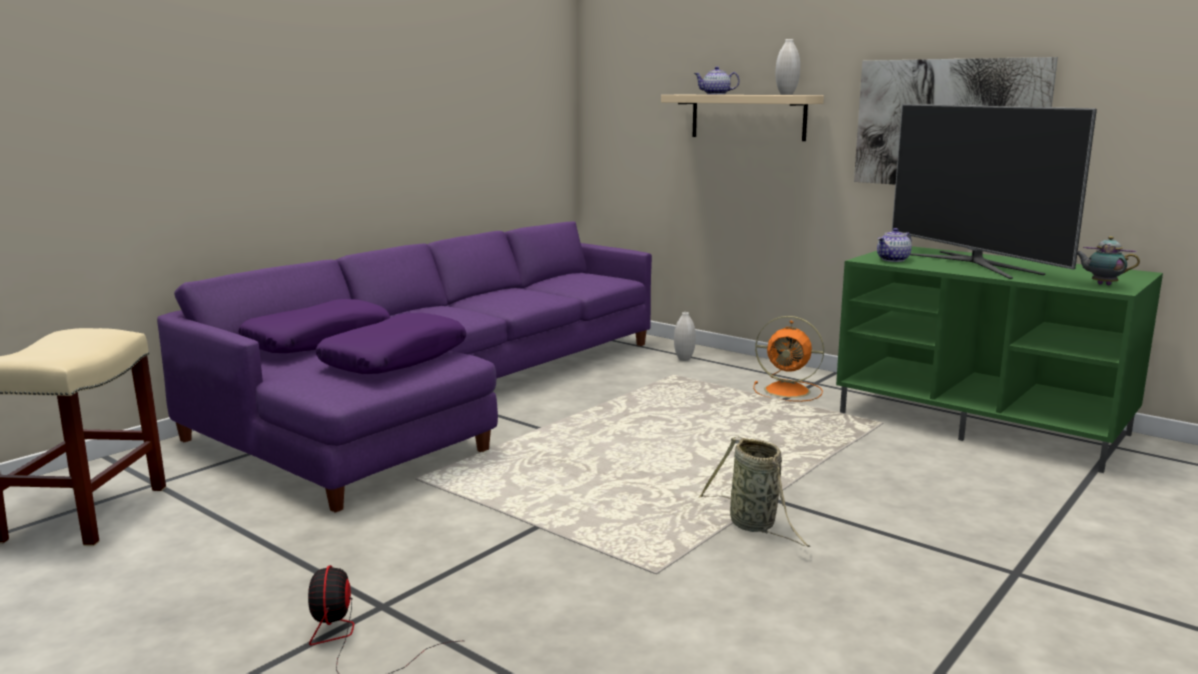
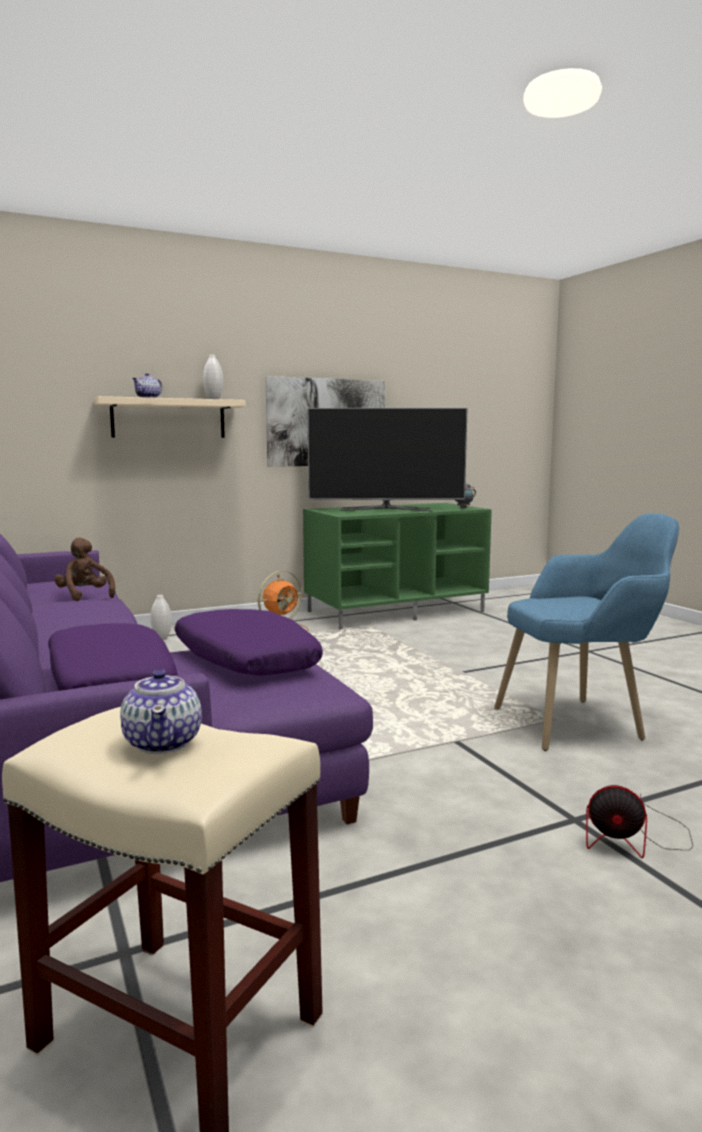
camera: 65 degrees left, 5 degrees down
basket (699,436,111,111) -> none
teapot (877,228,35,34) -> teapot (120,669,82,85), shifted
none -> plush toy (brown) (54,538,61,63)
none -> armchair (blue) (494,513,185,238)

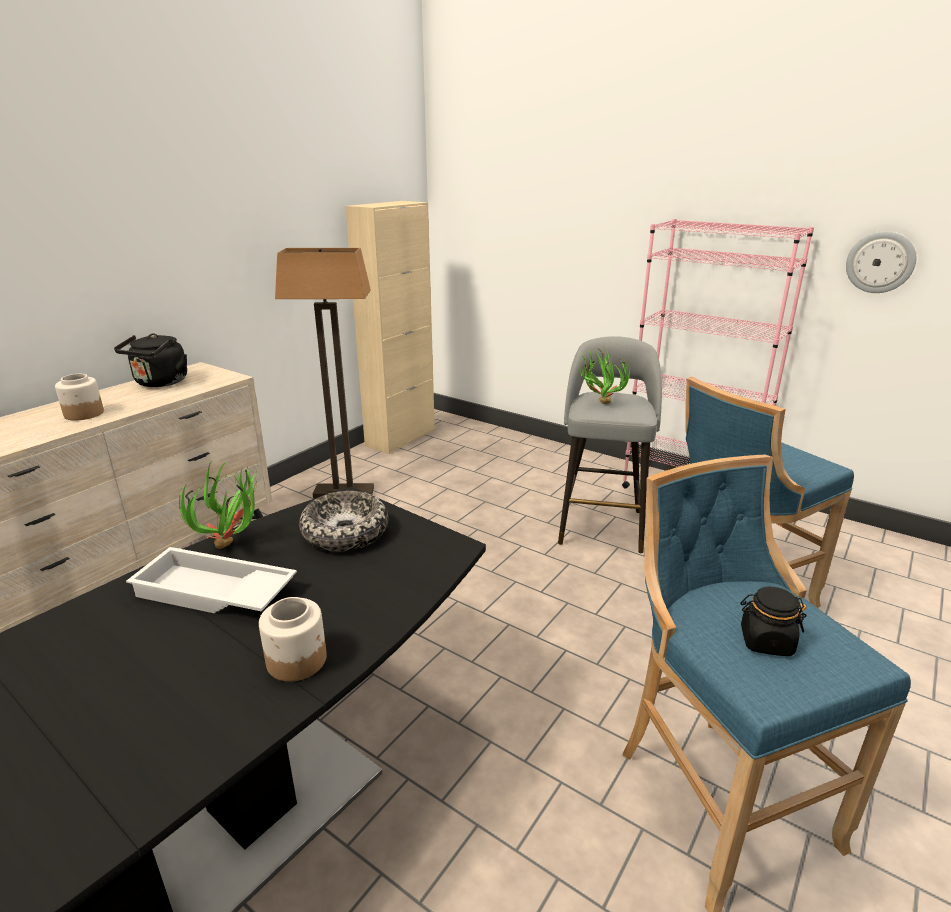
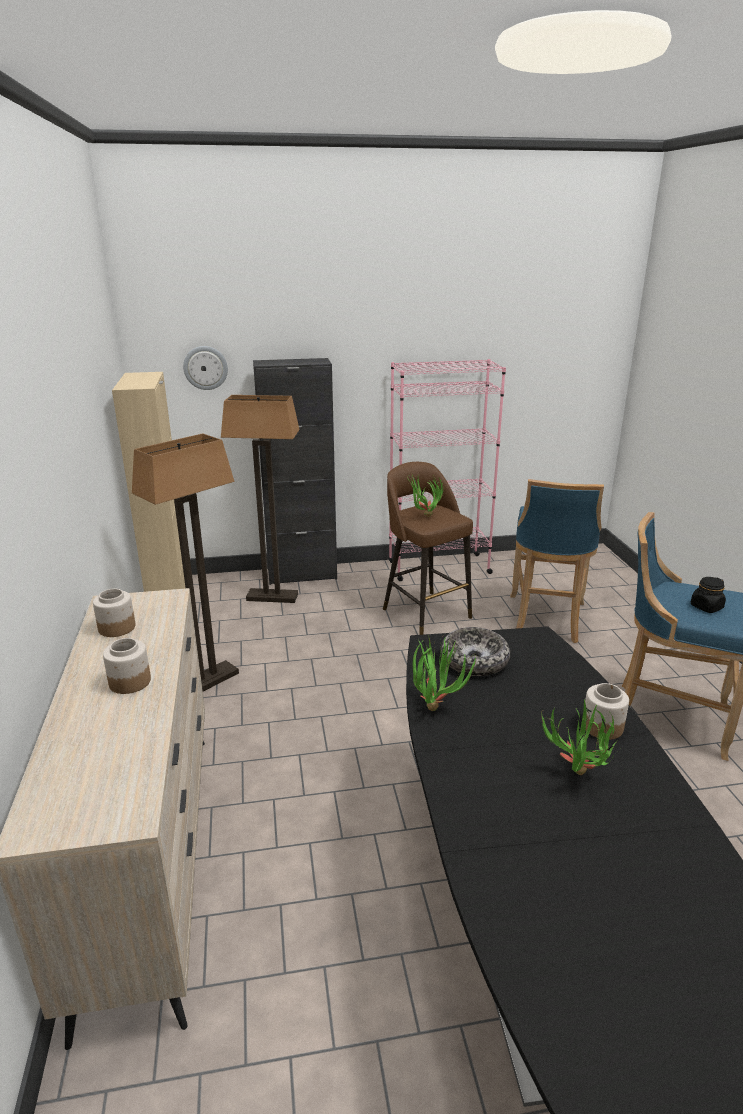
camera: 45 degrees left, 0 degrees up
kettle (black) (114,333,73,54) -> jar (93,589,42,48)
tray (white) (126,547,171,66) -> none
stool (grey) (558,336,104,217) -> stool (brown) (383,462,90,173)
wall clock (846,231,70,62) -> wall clock (183,346,45,44), shifted
none -> floor lamp (221,395,79,208)
none -> cabinet (black) (253,358,84,227)
none -> potted plant (541,699,80,76)

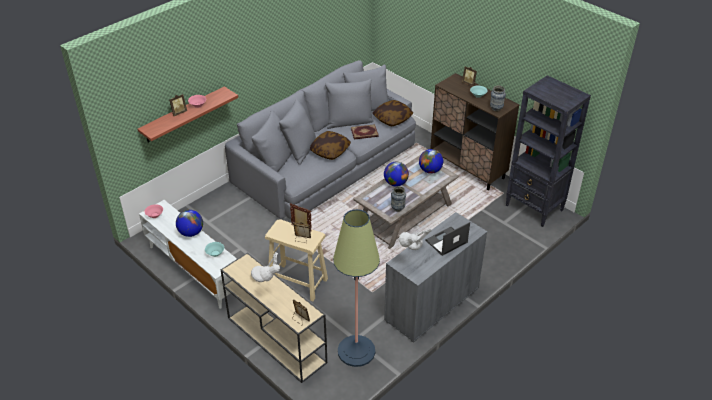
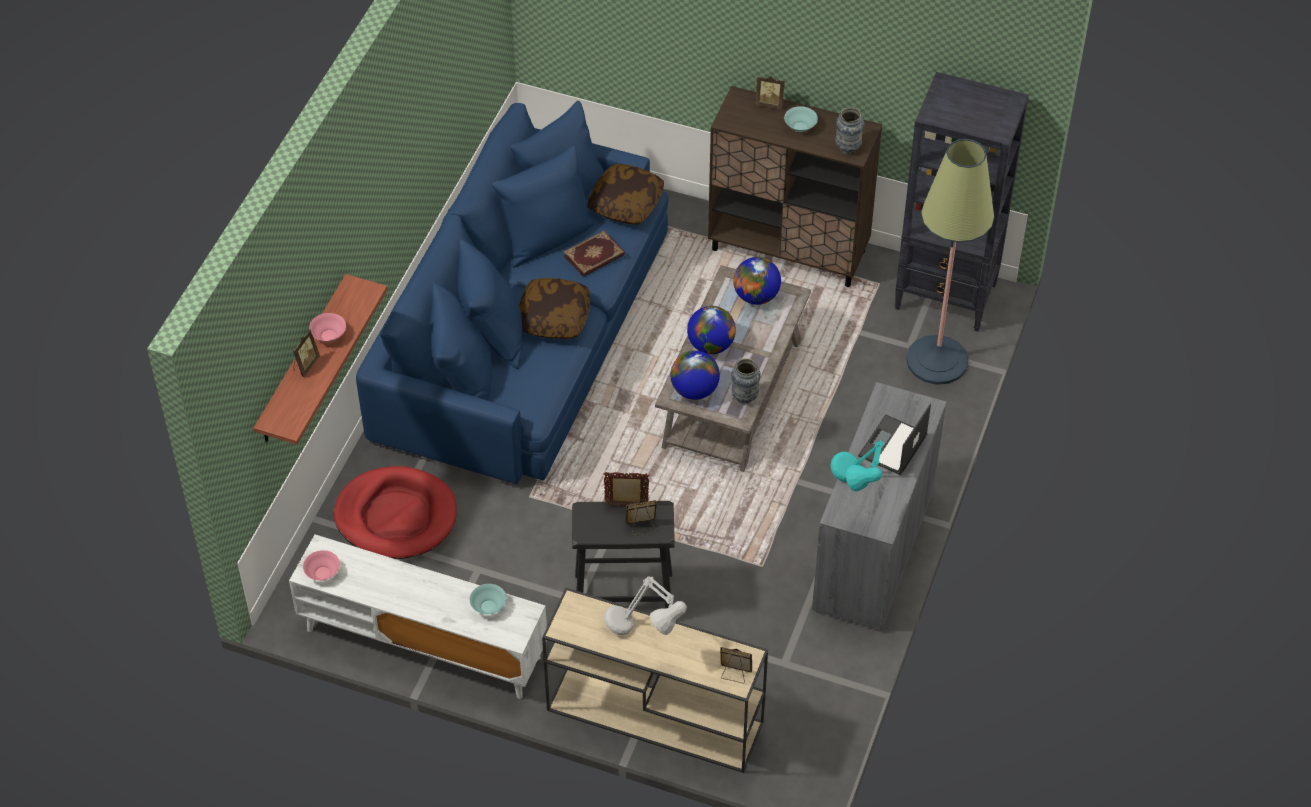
camera: 25 degrees left, 10 degrees up
globe (176,210,27,27) -> globe (670,350,50,50), shifted
sofa (grey) (225,60,191,160) -> sofa (blue) (356,101,313,383)
stool (beige) (265,219,63,82) -> stool (black) (572,501,103,108)
floor lamp (333,209,47,158) -> floor lamp (906,139,88,246), shifted
table lamp (grey) (399,228,33,22) -> table lamp (turquoise) (830,440,54,51)
none -> dog bed (red) (334,466,123,93)

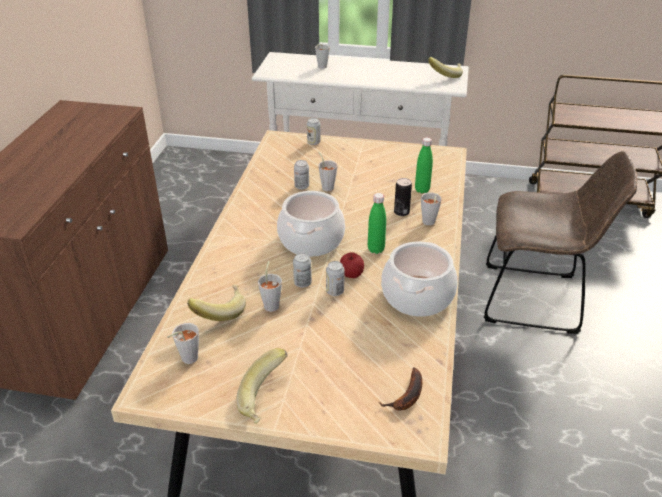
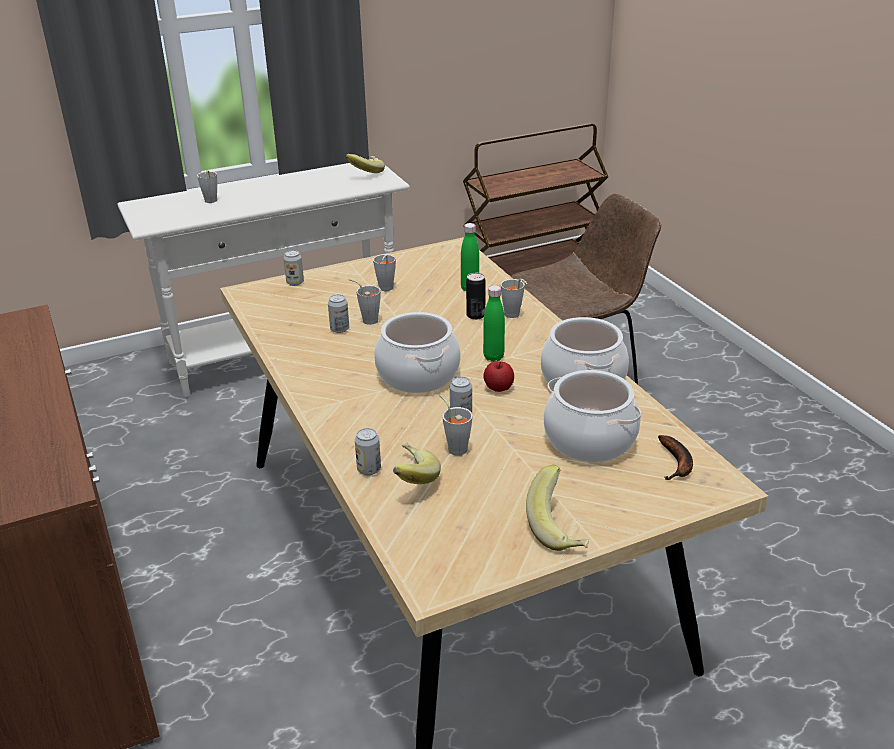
camera: 35 degrees left, 5 degrees down
cup (grey) (167,323,32,41) -> cup (grey) (373,254,23,37), shifted
can (326,261,19,35) -> can (355,428,26,47), shifted
none -> cooking pot (544,370,97,92)

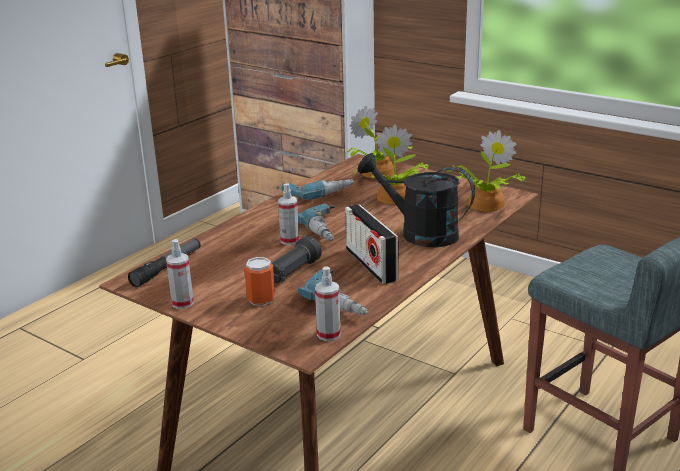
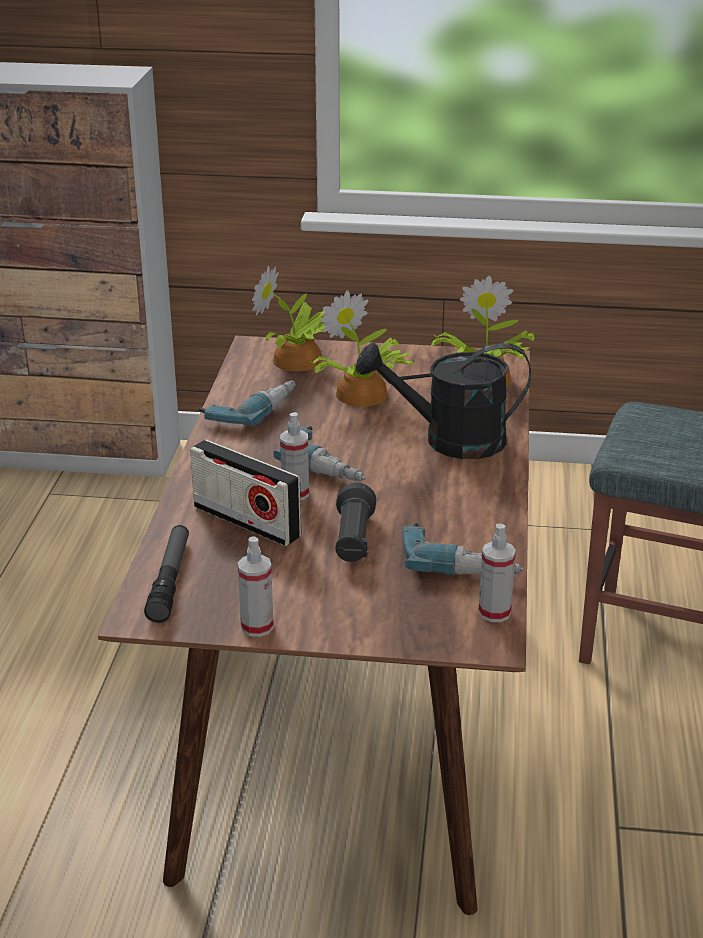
camera: 30 degrees left, 5 degrees up
can (244,257,31,49) -> none
radio (345,204,53,80) -> radio (190,439,111,107), shifted

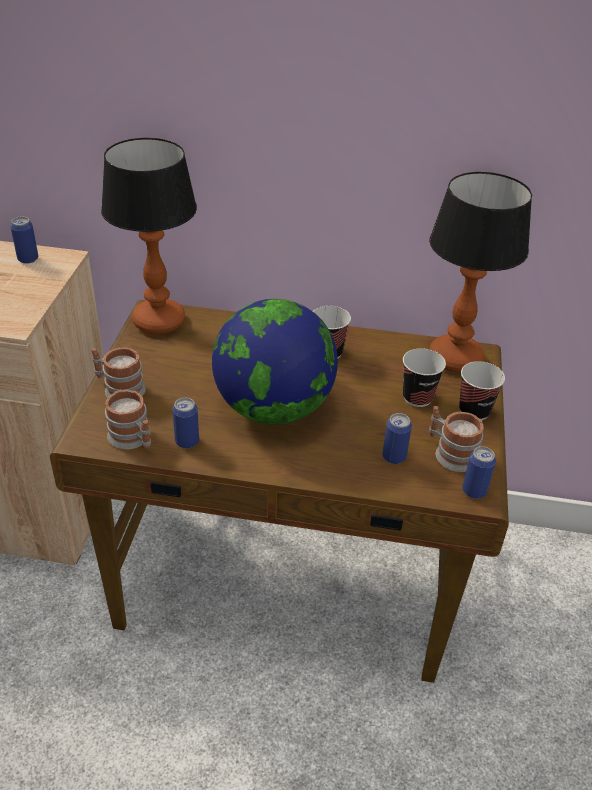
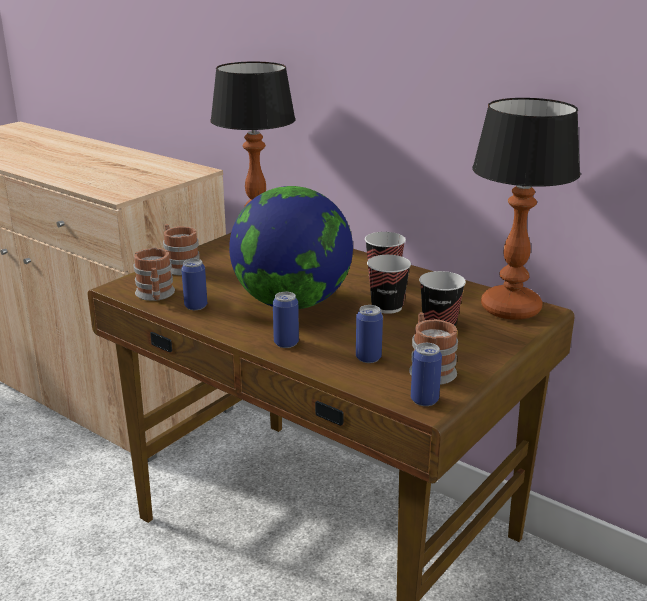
camera: 30 degrees right, 15 degrees down
can (10,217,28,47) -> can (273,292,26,56), shifted
cup (459,361,46,60) -> cup (367,255,44,59), shifted

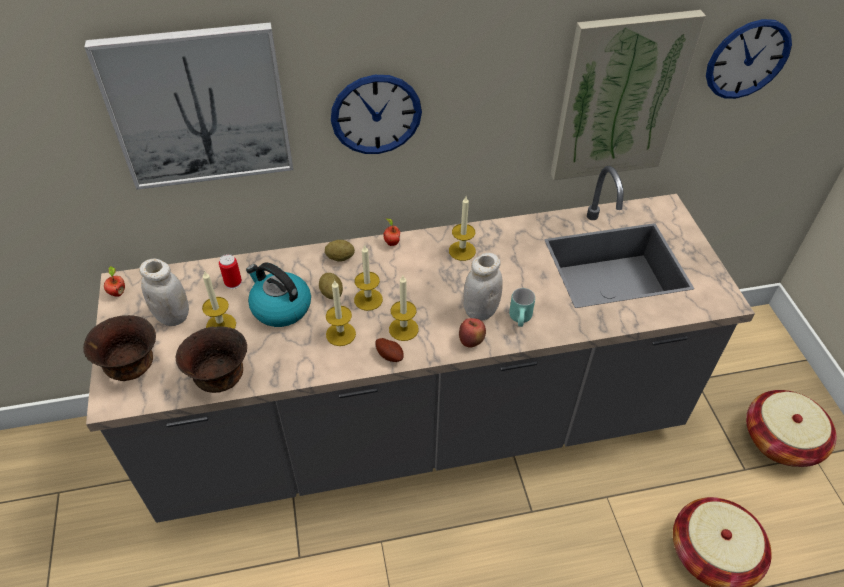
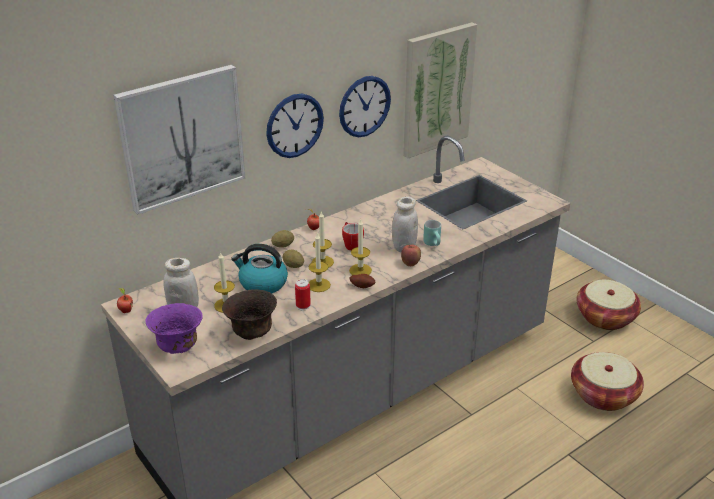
camera: 25 degrees left, 15 degrees down
bowl (brown) (83,315,73,66) -> bowl (purple) (146,303,56,51)
can (219,254,23,35) -> can (295,279,16,31), shifted
candle (449,197,27,64) -> none
wall clock (706,19,86,80) -> wall clock (339,76,52,62), shifted
none -> mug (342,222,22,29)

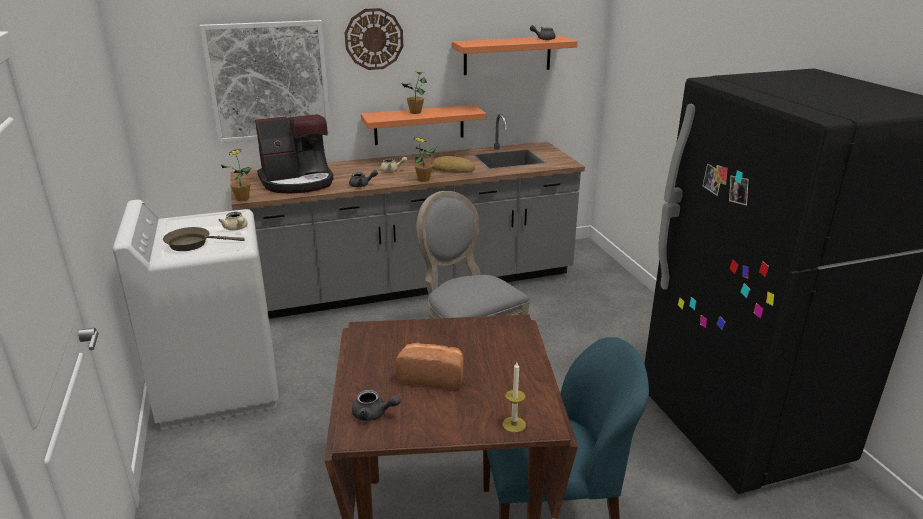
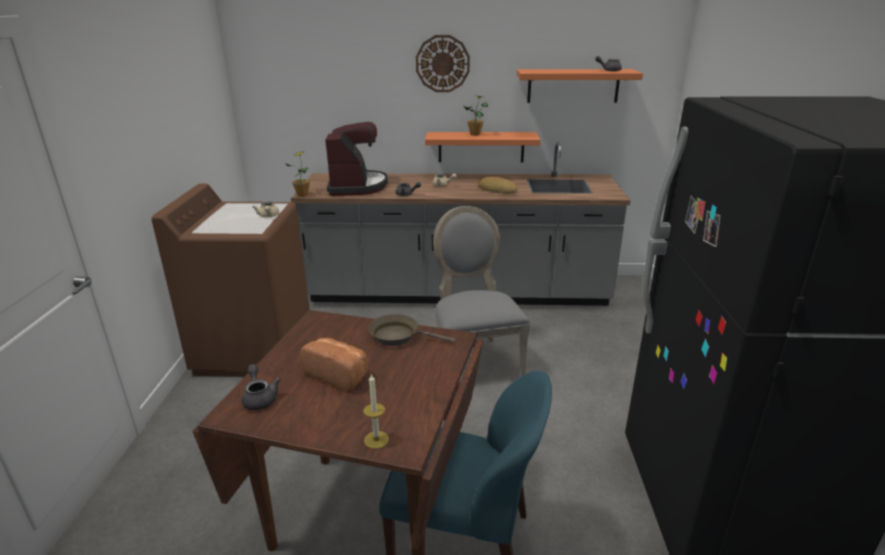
camera: 20 degrees right, 0 degrees up
washing machine (white) (113,200,166,230) -> washing machine (brown) (151,183,159,194)
frying pan (brown) (163,227,81,24) -> frying pan (brown) (368,314,88,32), shifted
picture (200,20,131,123) -> none
coffee machine (255,114,79,79) -> coffee machine (325,122,63,74), 90 degrees counterclockwise
teapot (grey) (352,390,49,31) -> teapot (grey) (242,364,39,46), 150 degrees counterclockwise
potted plant (414,137,22,45) -> none

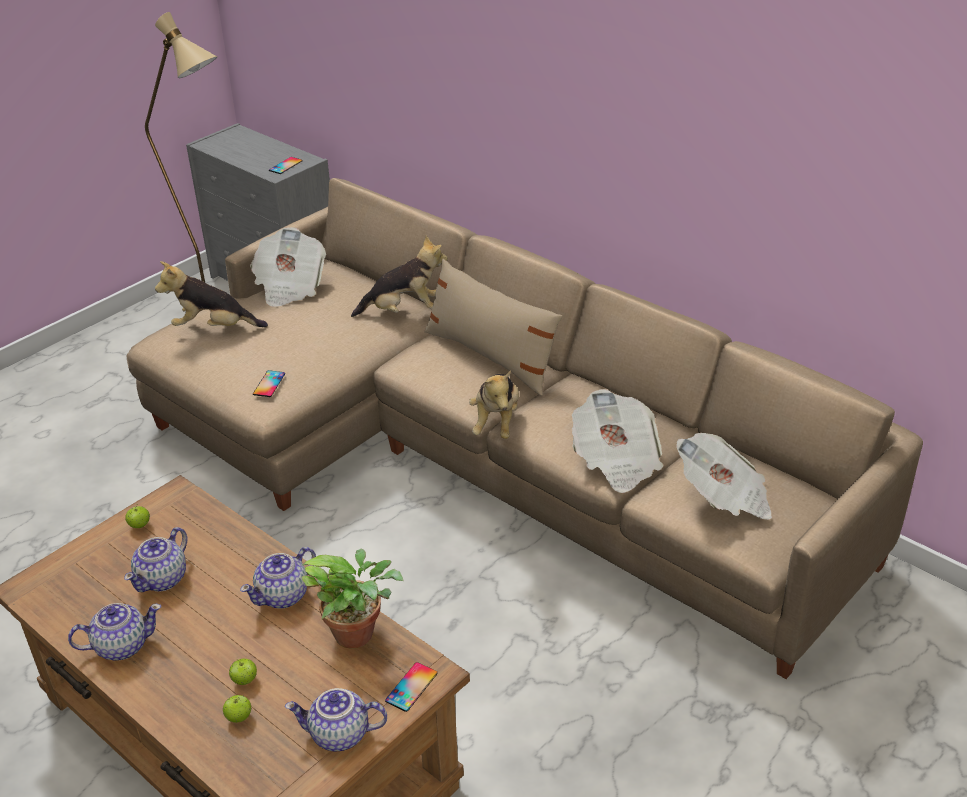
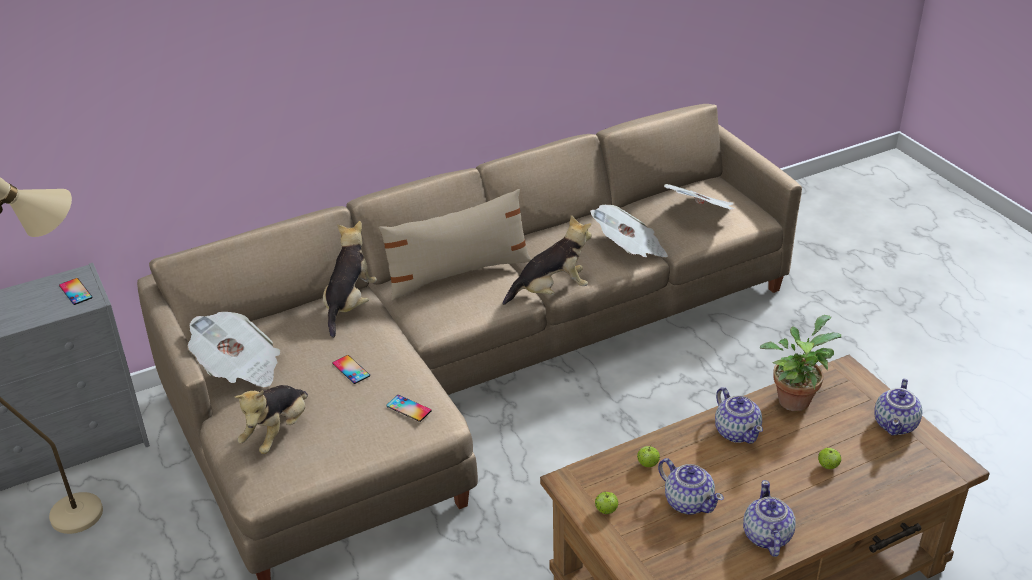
camera: 70 degrees left, 0 degrees up
apple (223,695,28,28) -> apple (637,445,23,22), shifted
phone (385,662,53,50) -> phone (333,355,37,29), shifted
plush toy (469,370,50,69) -> plush toy (503,215,89,90), 45 degrees counterclockwise

